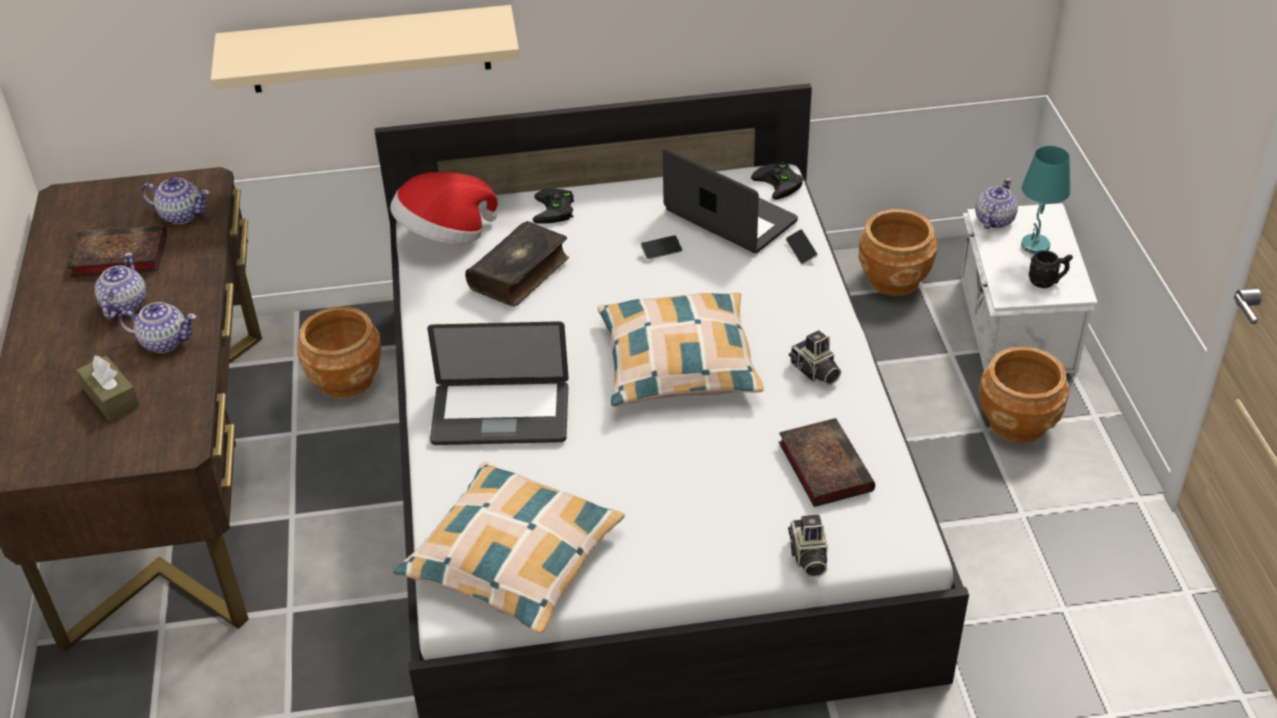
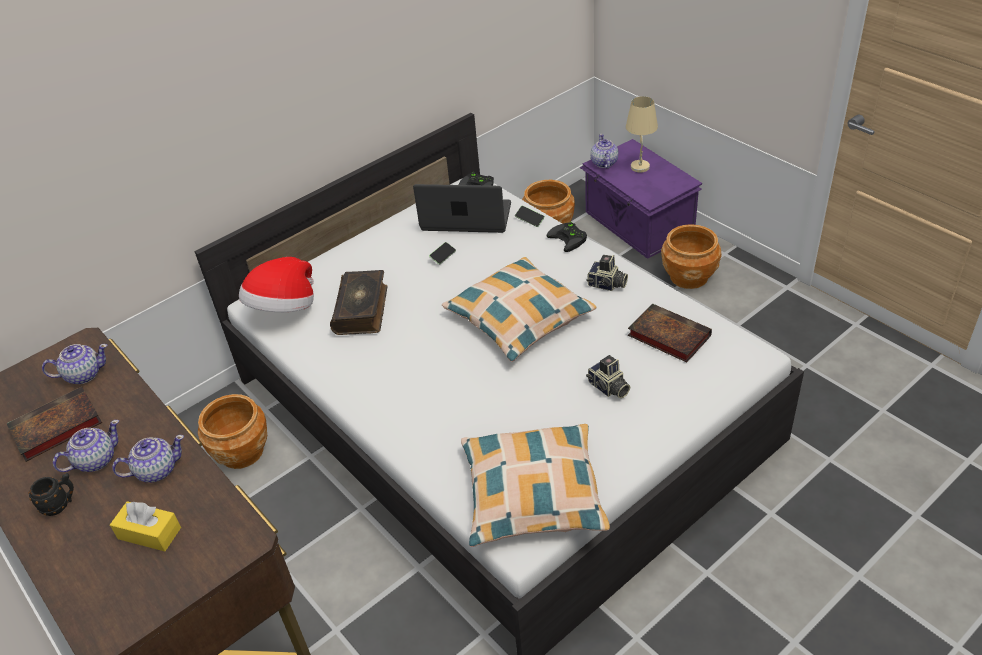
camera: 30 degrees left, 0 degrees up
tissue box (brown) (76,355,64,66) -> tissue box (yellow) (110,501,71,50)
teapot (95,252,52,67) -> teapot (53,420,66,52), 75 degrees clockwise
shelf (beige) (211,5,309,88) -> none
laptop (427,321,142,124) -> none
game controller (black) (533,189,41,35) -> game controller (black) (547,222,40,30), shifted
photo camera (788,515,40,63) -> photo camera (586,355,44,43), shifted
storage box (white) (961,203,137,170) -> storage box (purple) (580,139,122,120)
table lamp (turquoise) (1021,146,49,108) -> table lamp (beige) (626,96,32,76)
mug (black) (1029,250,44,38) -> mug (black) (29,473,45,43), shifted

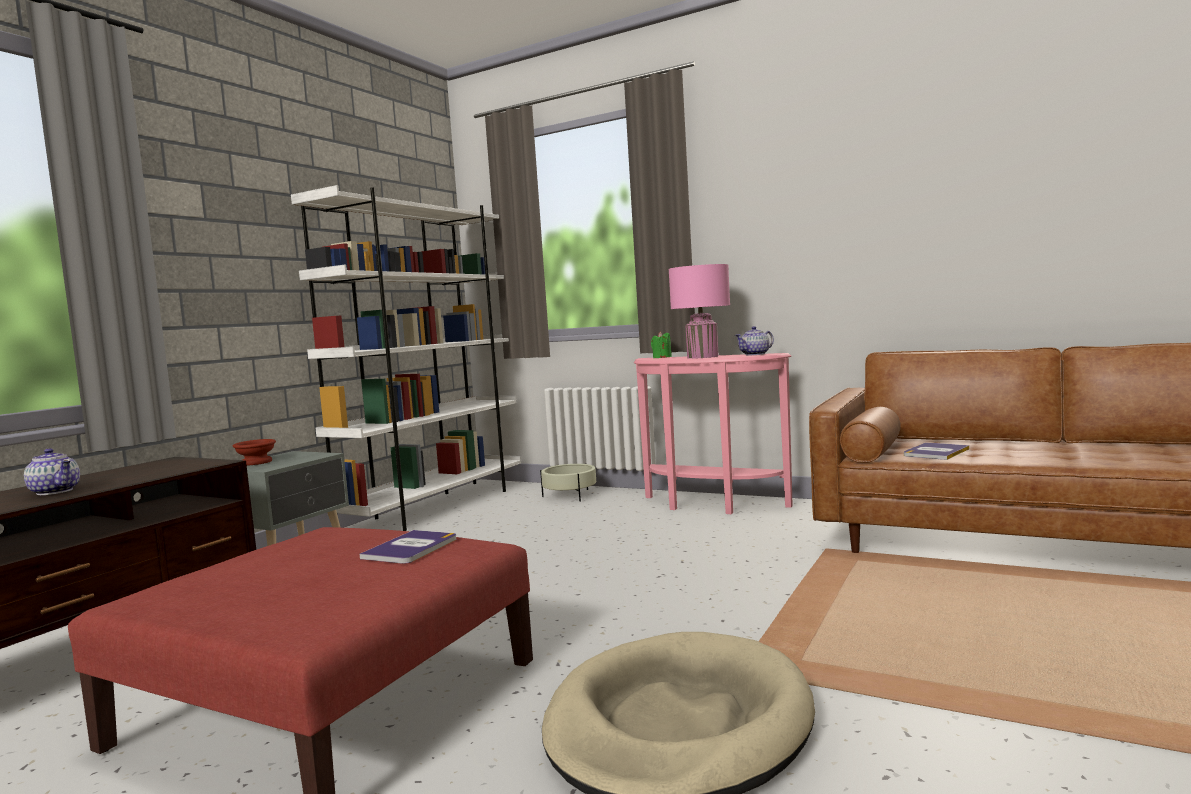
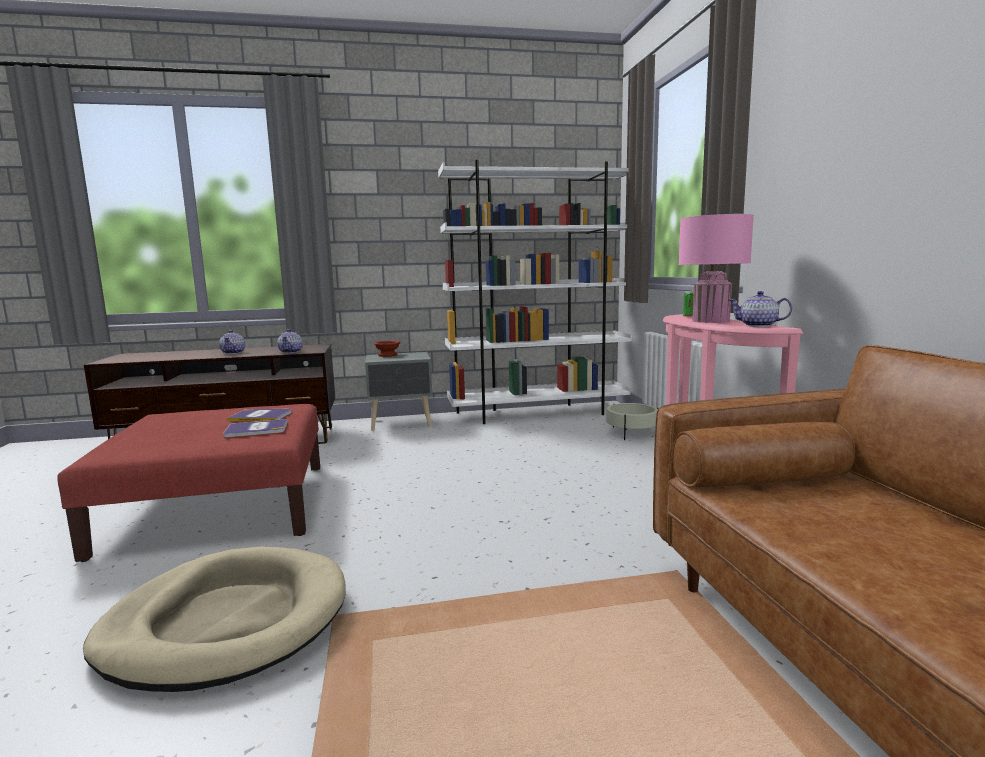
camera: 50 degrees right, 5 degrees up
book (904,443,65,17) -> book (227,409,65,12), shifted
none -> teapot (277,329,26,24)

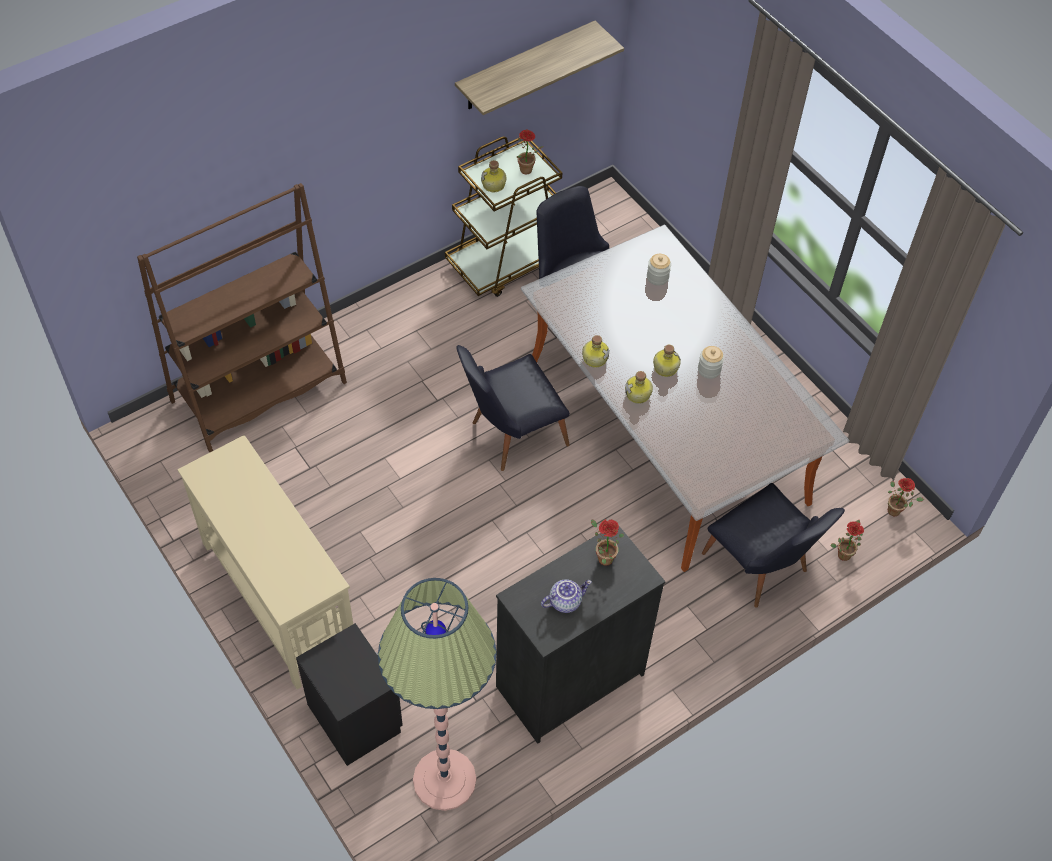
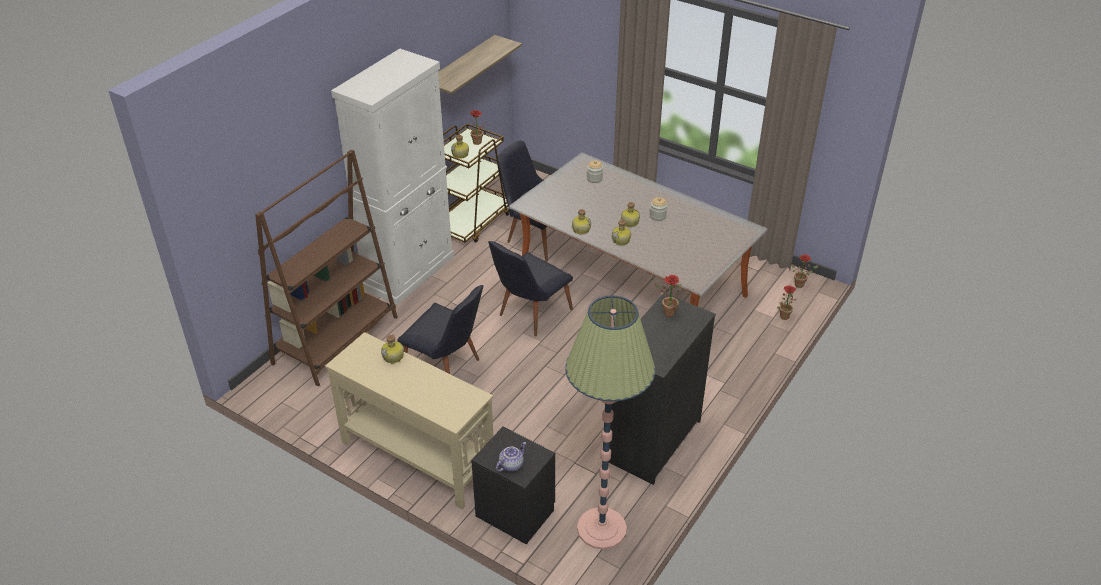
camera: 20 degrees left, 15 degrees down
teapot (541,579,51,34) -> teapot (496,442,30,30), shifted
chair (black) (702,483,143,125) -> chair (black) (397,285,86,89), shifted
none -> cabinet (white) (331,49,123,256)
none -> bottle (381,335,23,28)

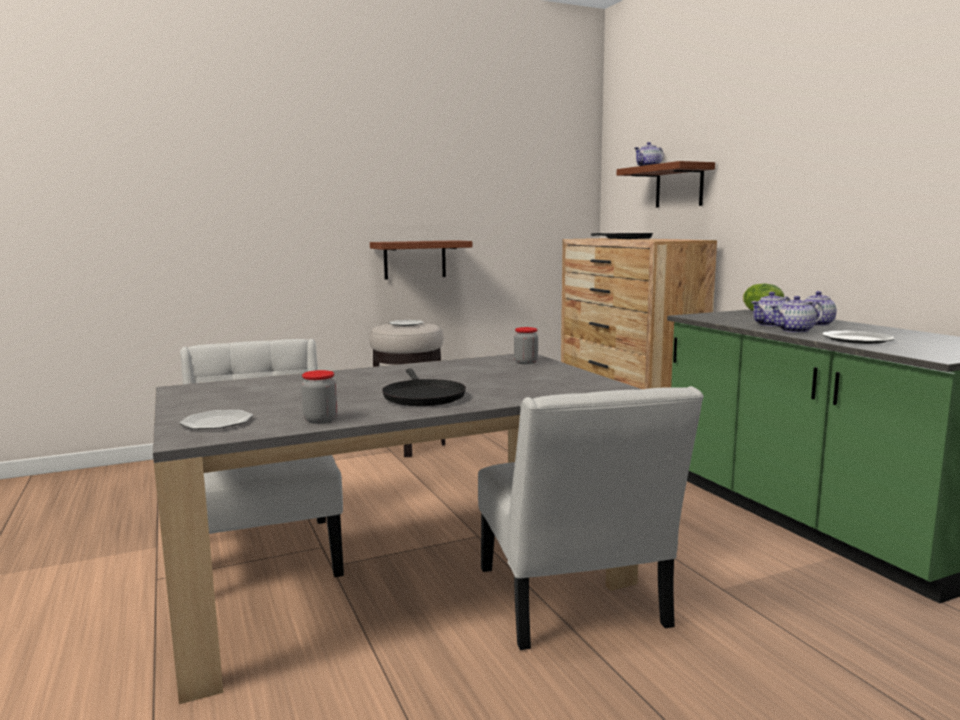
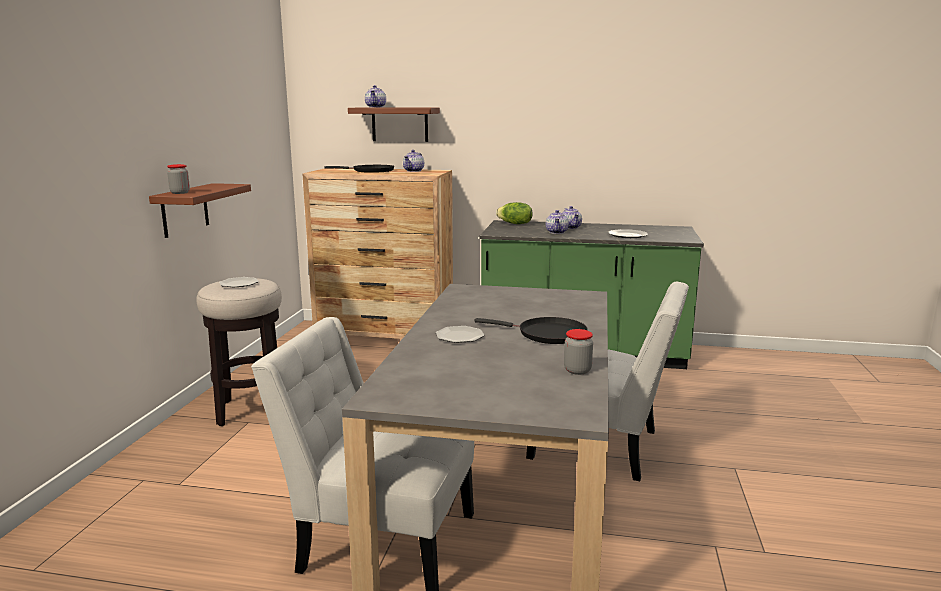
camera: 55 degrees left, 5 degrees up
plate (180,410,73,19) -> plate (436,326,48,17), shifted
jar (514,327,24,37) -> jar (167,164,23,30), shifted
teapot (769,296,54,37) -> teapot (403,150,21,22), shifted

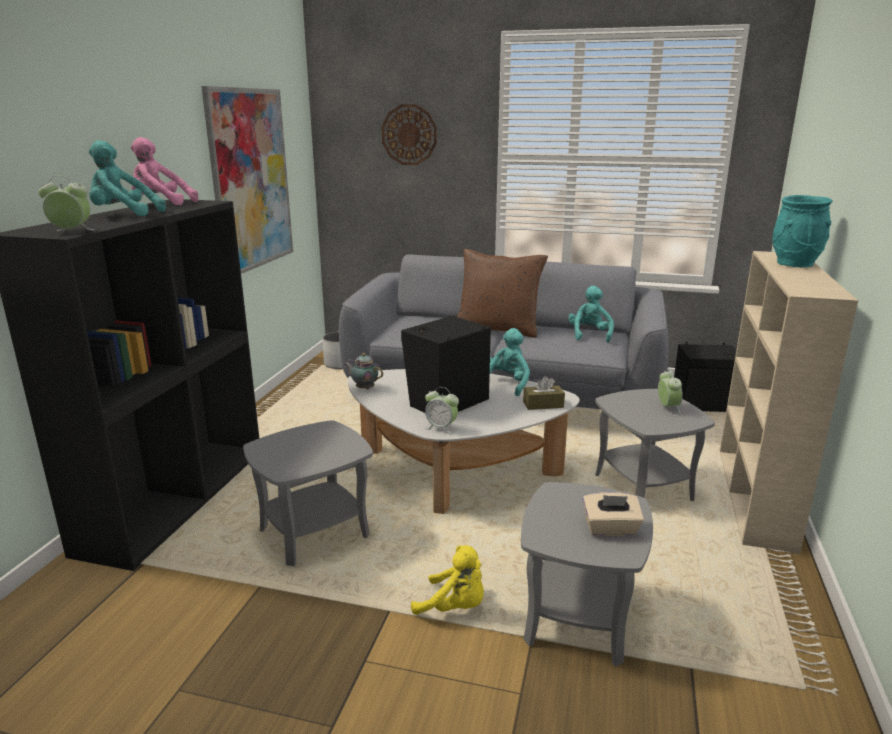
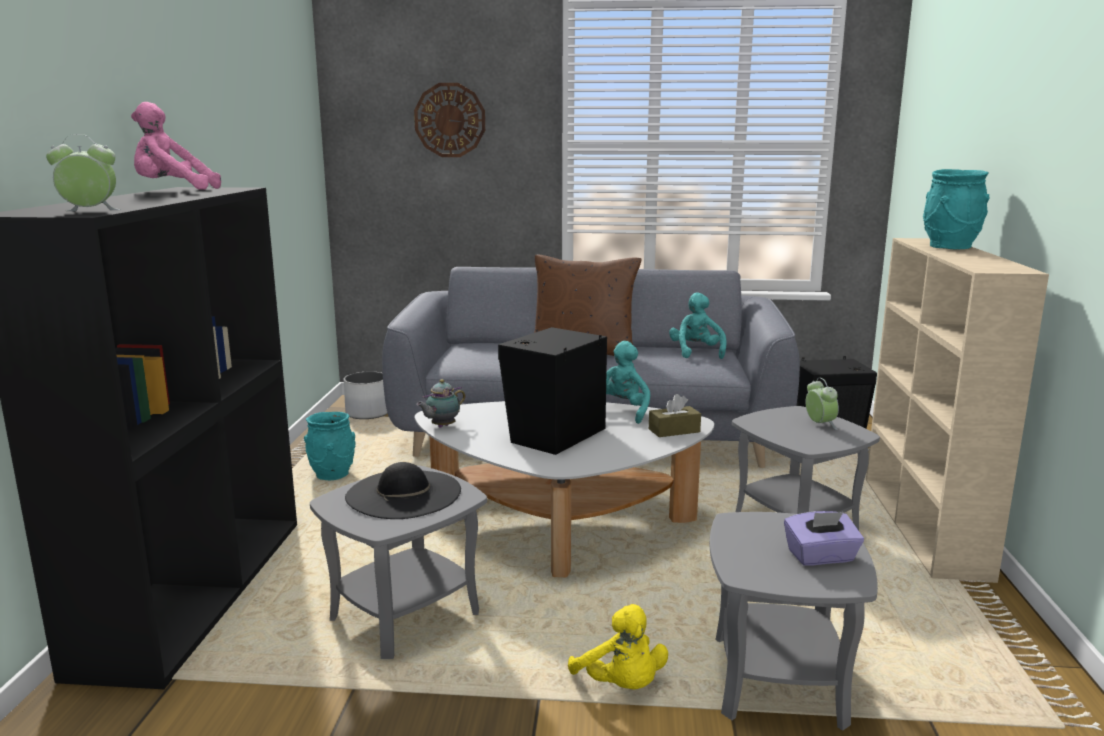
camera: 10 degrees left, 5 degrees down
plush toy (turquoise) (89,140,77,76) -> none
picture (201,86,92,188) -> none
teapot (345,353,38,37) -> teapot (416,379,50,49), 60 degrees counterclockwise
plush toy (yellow) (411,545,73,70) -> plush toy (yellow) (568,604,100,85), 45 degrees clockwise
alarm clock (425,387,34,47) -> none
tissue box (beige) (582,492,62,44) -> tissue box (purple) (784,511,80,55)
none -> vase (turquoise) (304,412,51,68)
none -> hat (black) (345,462,116,57)

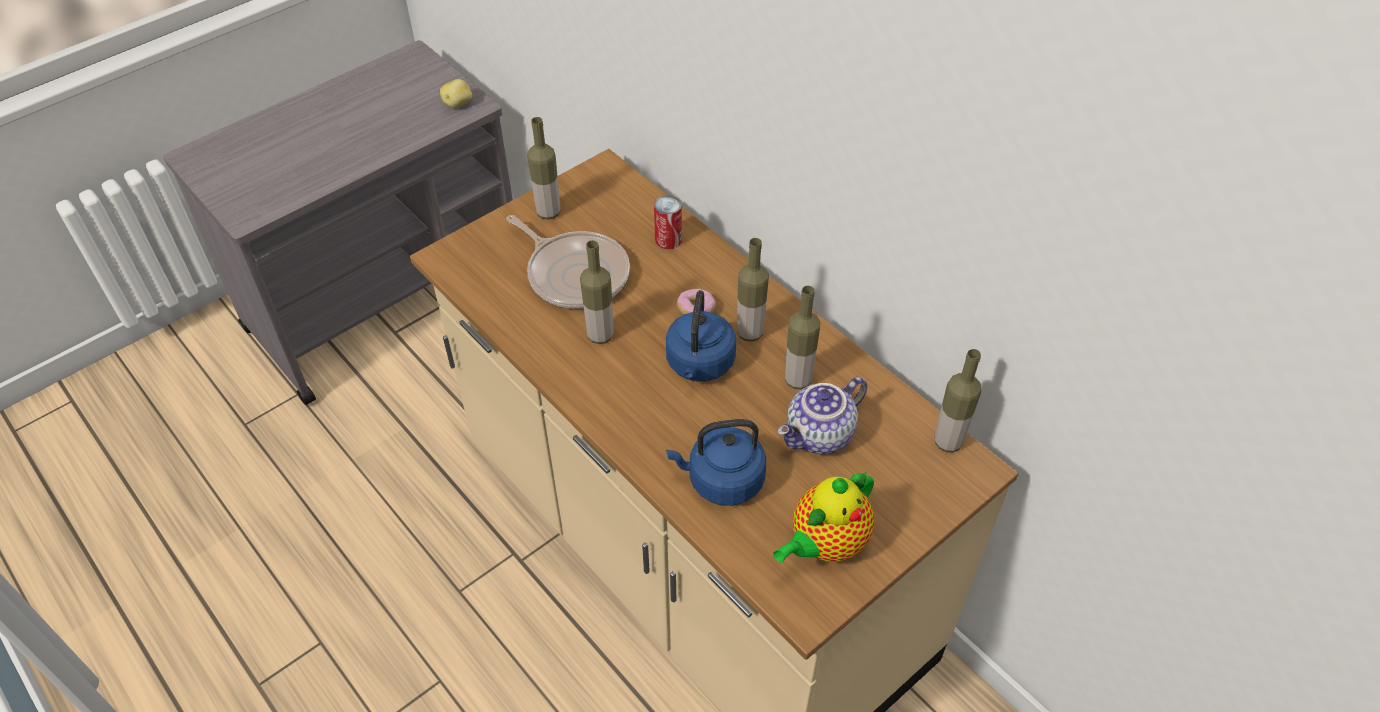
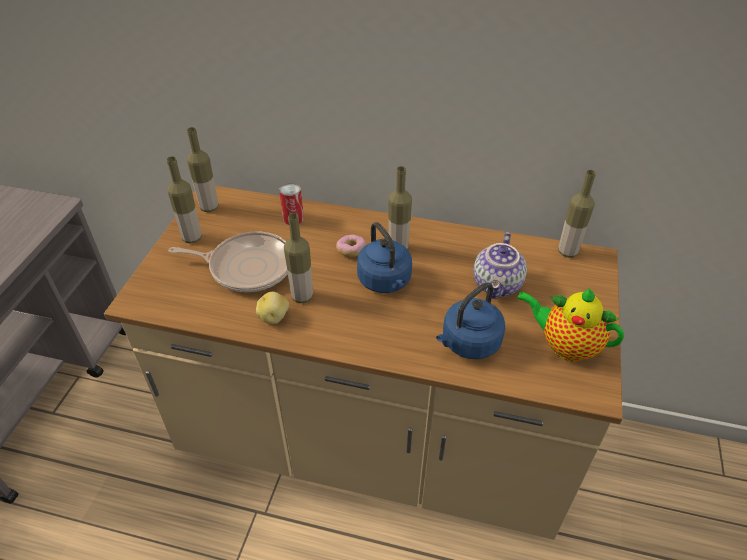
camera: 35 degrees left, 5 degrees down
potato (440,79,32,29) -> potato (256,291,33,33), shifted
teapot (773,471,102,92) -> teapot (517,287,107,75), 105 degrees clockwise
bottle (785,285,35,105) -> bottle (187,127,31,85), shifted

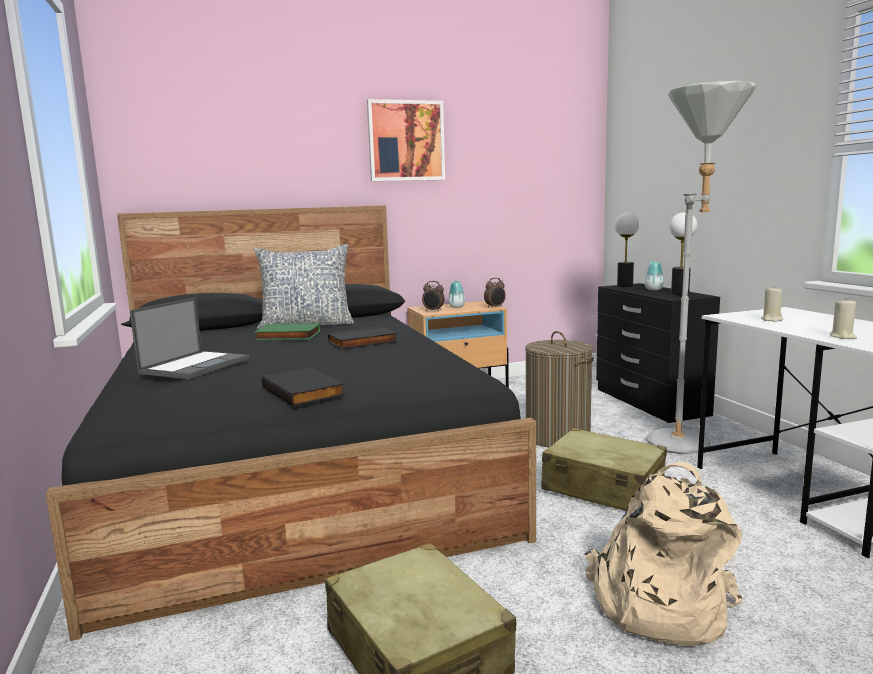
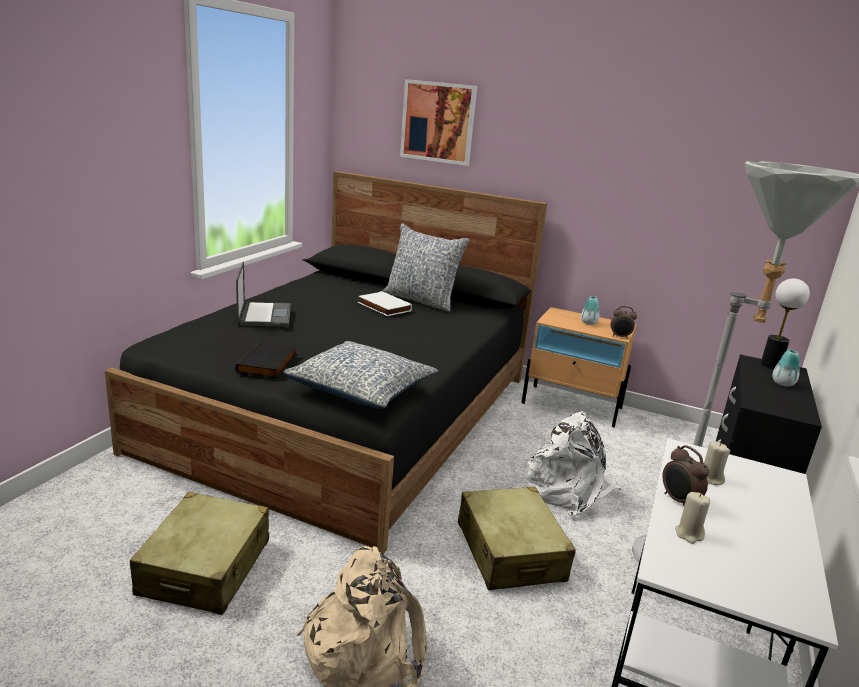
camera: 40 degrees right, 10 degrees up
laptop (130,298,119,81) -> laptop (236,262,55,65), 75 degrees counterclockwise
book (green) (255,323,65,17) -> book (white) (358,291,54,25)
book (black) (328,327,70,22) -> none
picture (367,99,78,82) -> picture (400,79,77,87), shifted
alarm clock (422,281,23,31) -> alarm clock (662,445,47,61), shifted
laundry basket (525,331,69,117) -> backpack (white) (527,411,95,105)
table lamp (669,212,28,83) -> none
none -> pillow (283,341,155,68)

